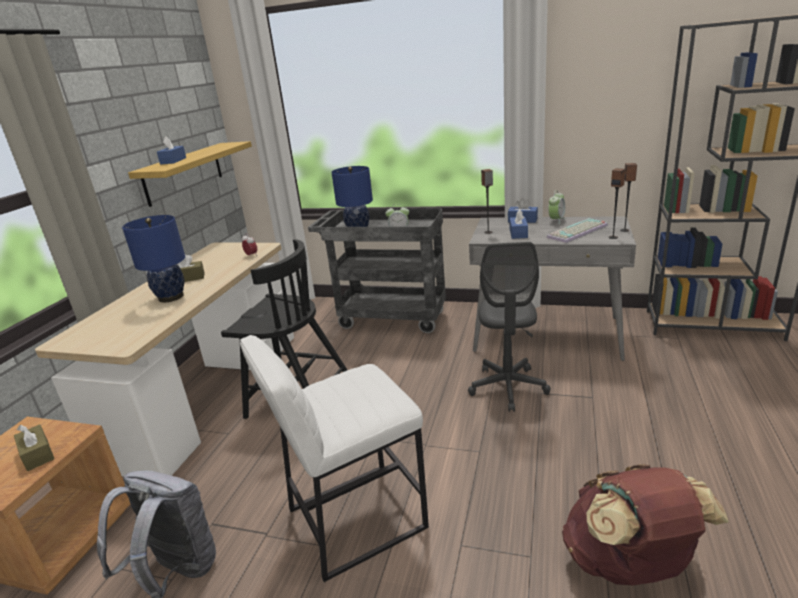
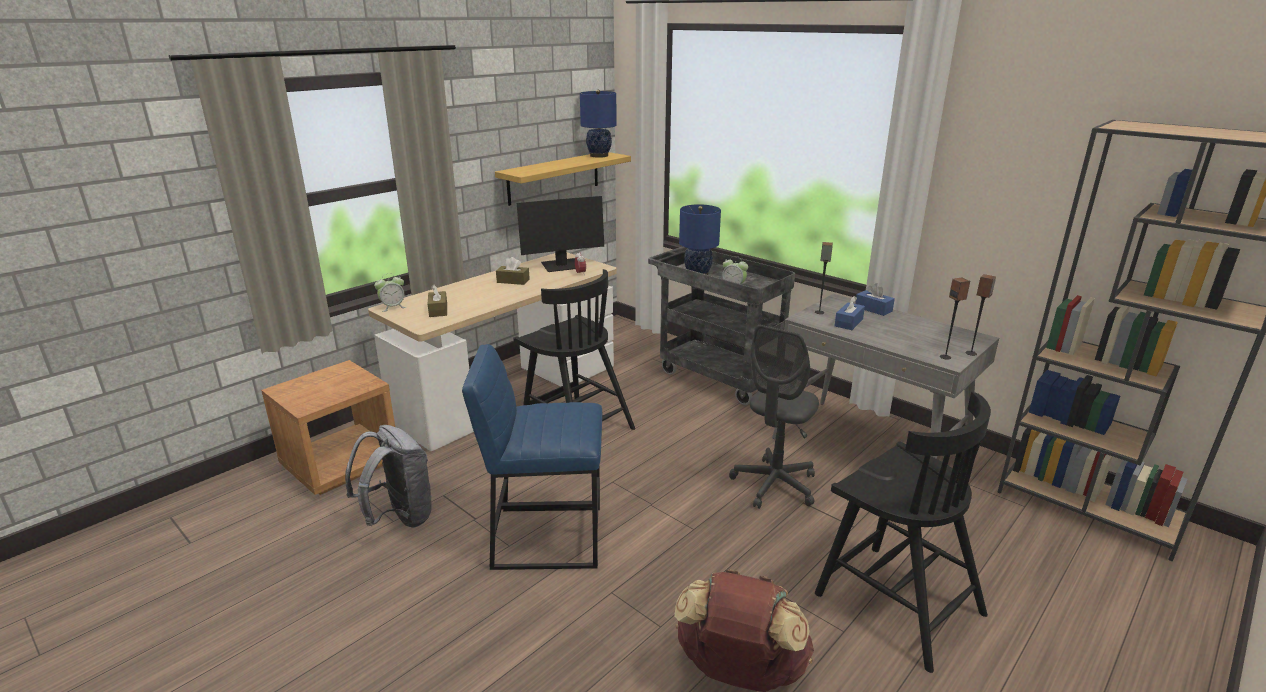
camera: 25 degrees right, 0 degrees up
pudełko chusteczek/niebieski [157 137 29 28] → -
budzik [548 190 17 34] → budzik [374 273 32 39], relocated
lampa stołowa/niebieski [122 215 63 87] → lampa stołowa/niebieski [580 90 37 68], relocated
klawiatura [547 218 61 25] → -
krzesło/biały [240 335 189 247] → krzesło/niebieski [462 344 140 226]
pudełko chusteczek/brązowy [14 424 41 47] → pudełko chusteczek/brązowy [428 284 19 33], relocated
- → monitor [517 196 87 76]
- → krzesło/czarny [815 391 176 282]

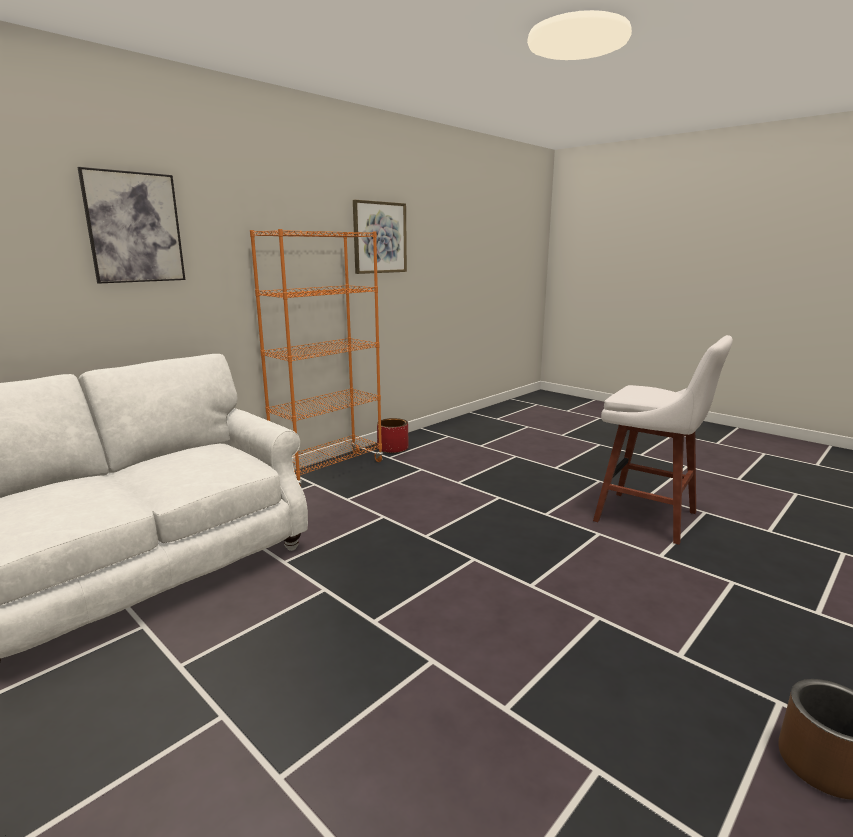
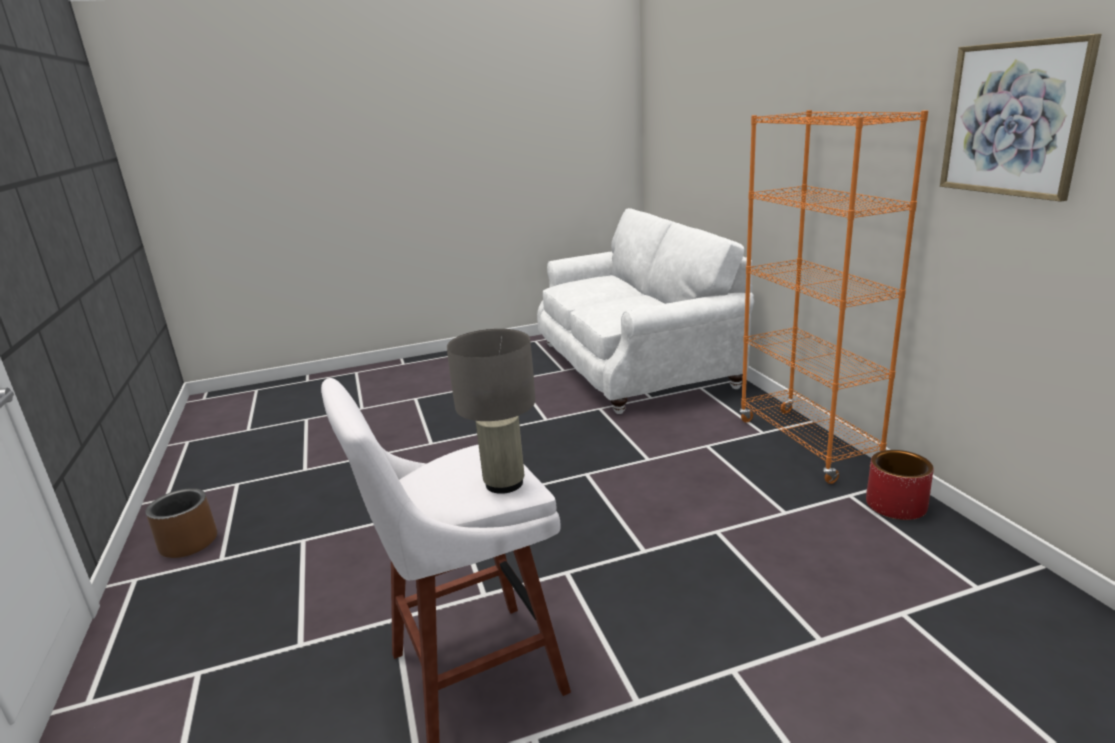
camera: 120 degrees right, 5 degrees up
obraz [77 167 108 116] → -
- → lampa stołowa/szary [447 329 88 165]

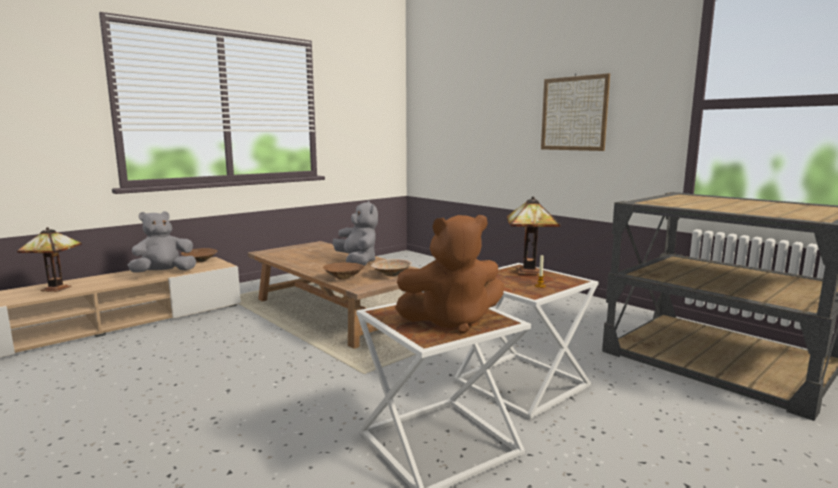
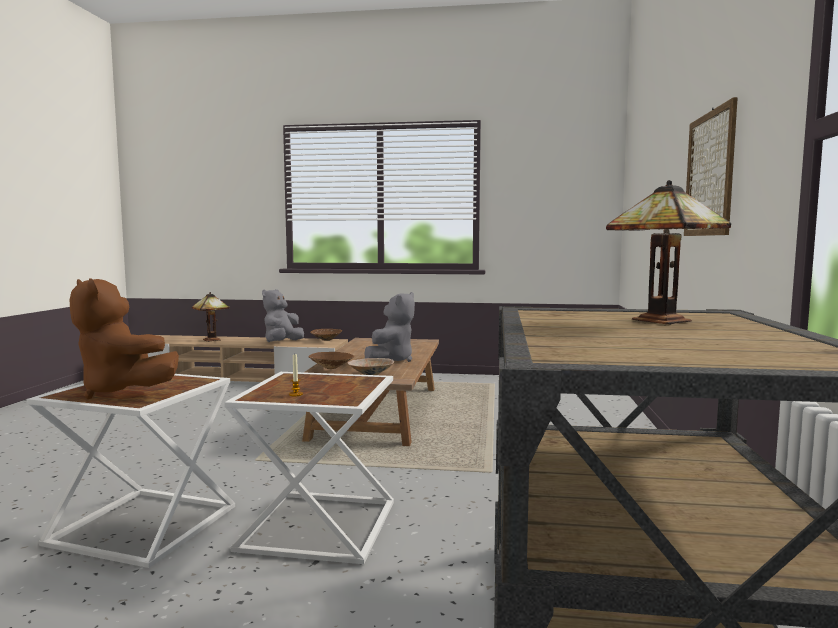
camera: 50 degrees right, 5 degrees down
lampa stołowa [507 196 54 79] → lampa stołowa [606 180 125 145], relocated
pluszak/szary [128 211 68 62] → pluszak/szary [262 289 42 53], 75 degrees counterclockwise

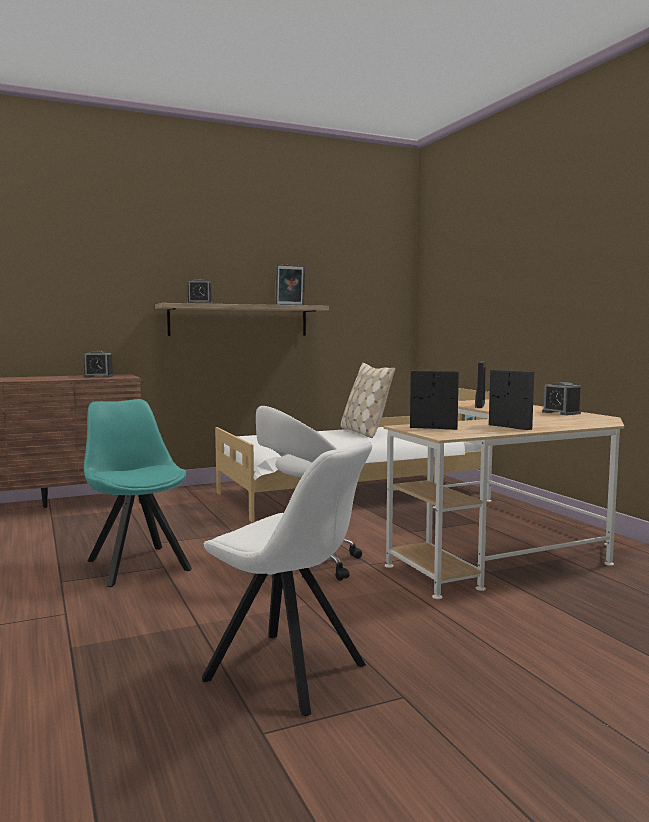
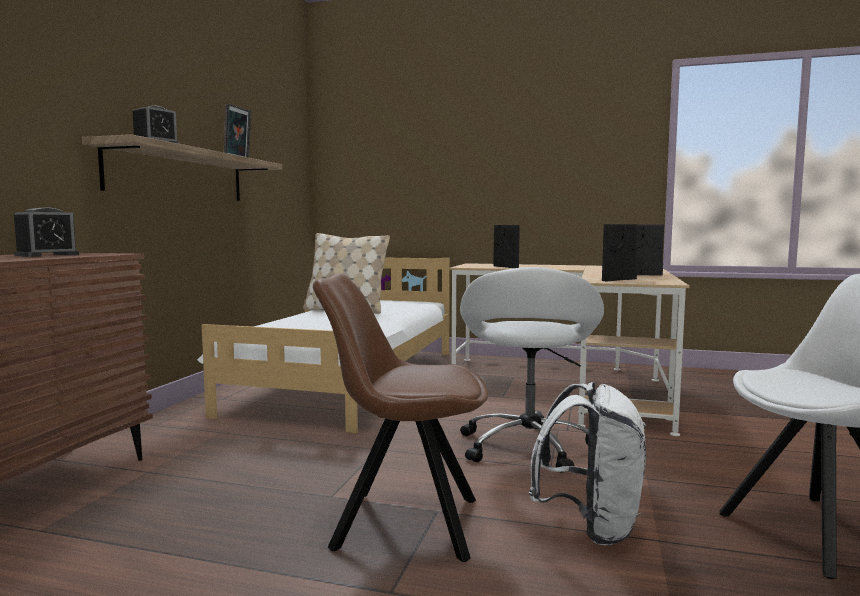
camera: 50 degrees left, 0 degrees up
budzik [542 382 39 33] → -
krzesło/turkusowy [84 399 108 188] → krzesło/brązowy [313 273 175 289]
- → plecak/biały [529 382 117 163]

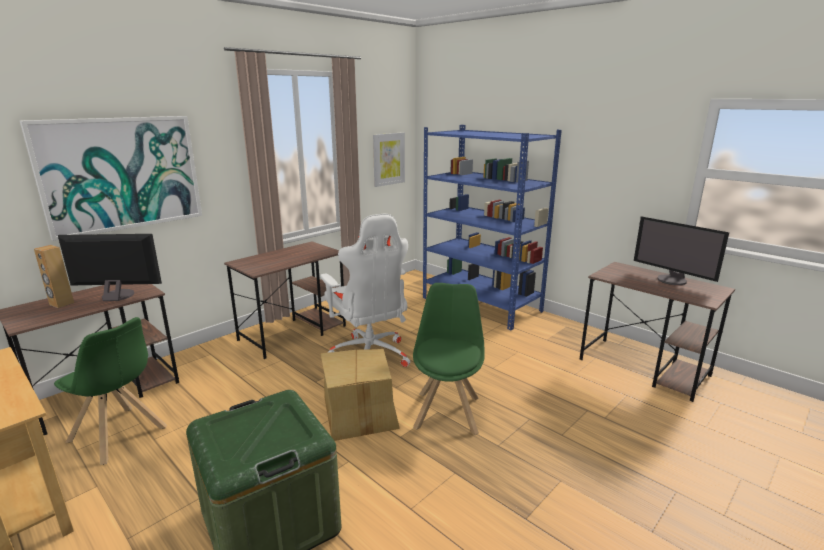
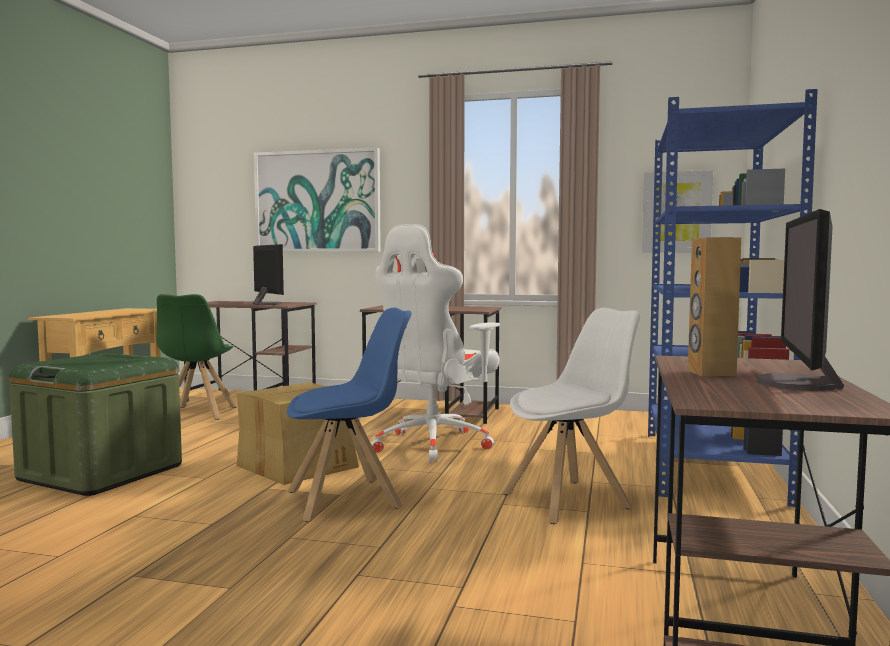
camera: 60 degrees right, 15 degrees down
głośnik/brązowy [34 245 40 63] → głośnik/brązowy [688 237 53 139], relocated
krzesło/zielony [413 283 72 152] → krzesło/niebieski [287 307 125 215]
- → krzesło/biały [502 308 138 216]

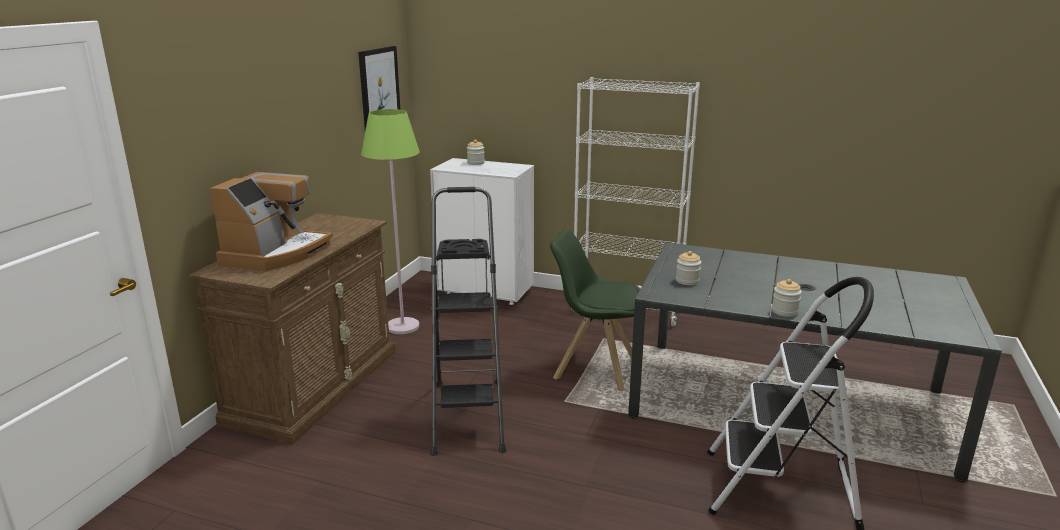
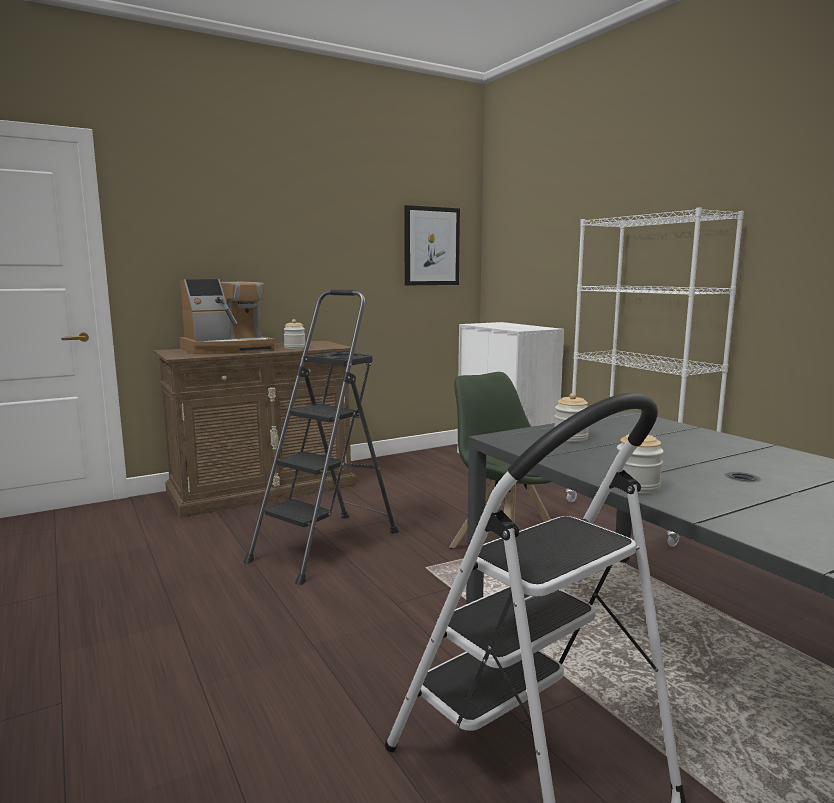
camera: 40 degrees right, 10 degrees down
lampa stojąca/zielony [361 109 59 225] → -
słoik [467 140 18 25] → słoik [283 319 22 30], relocated

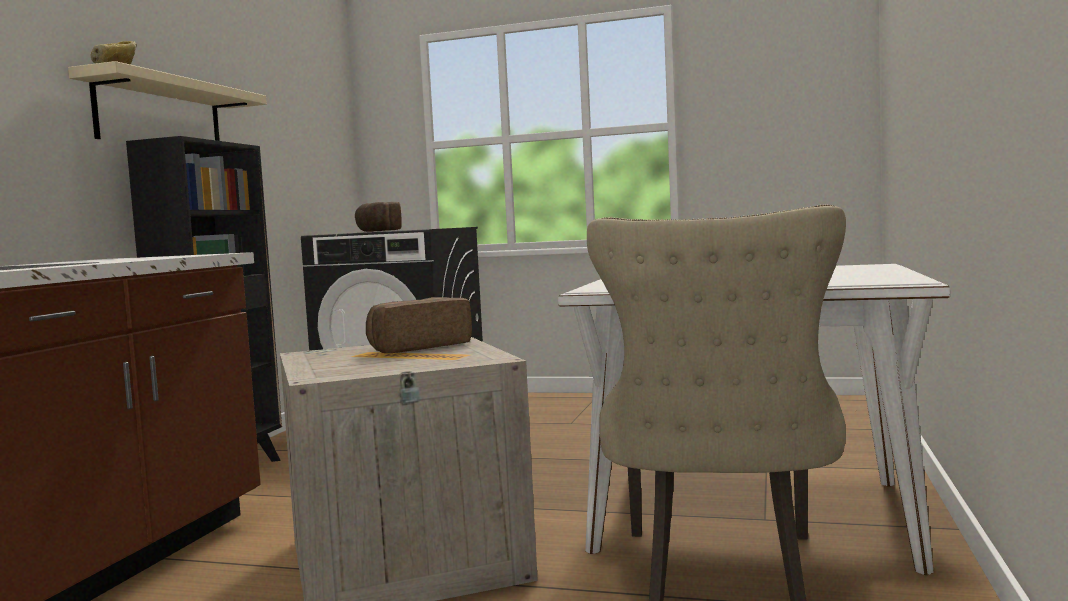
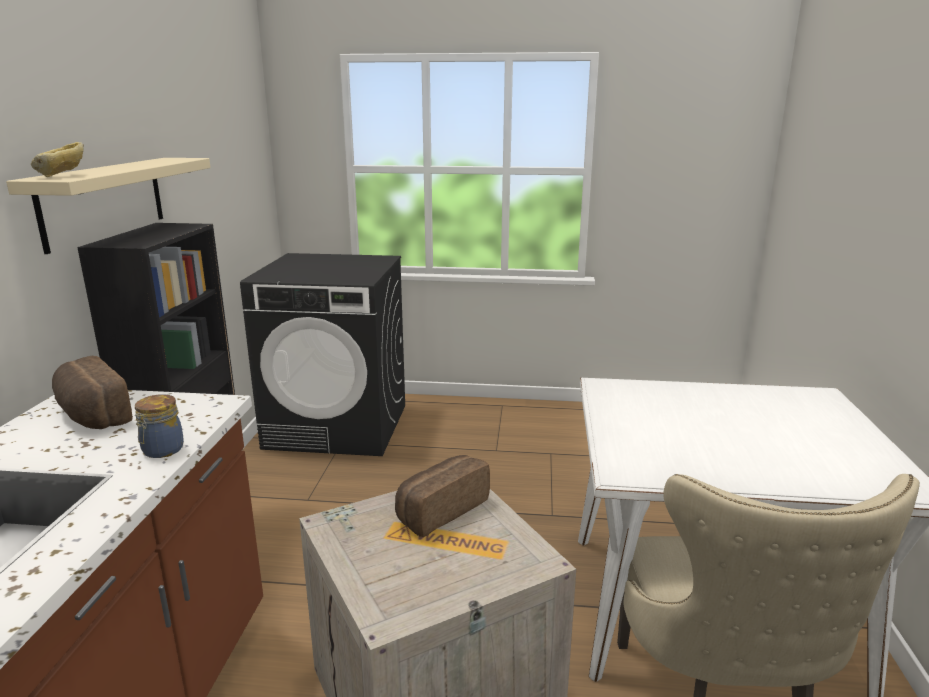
camera: 10 degrees left, 15 degrees up
chleb [355 202 47 30] → chleb [52 356 81 73], relocated
- → słoik [135 394 49 64]

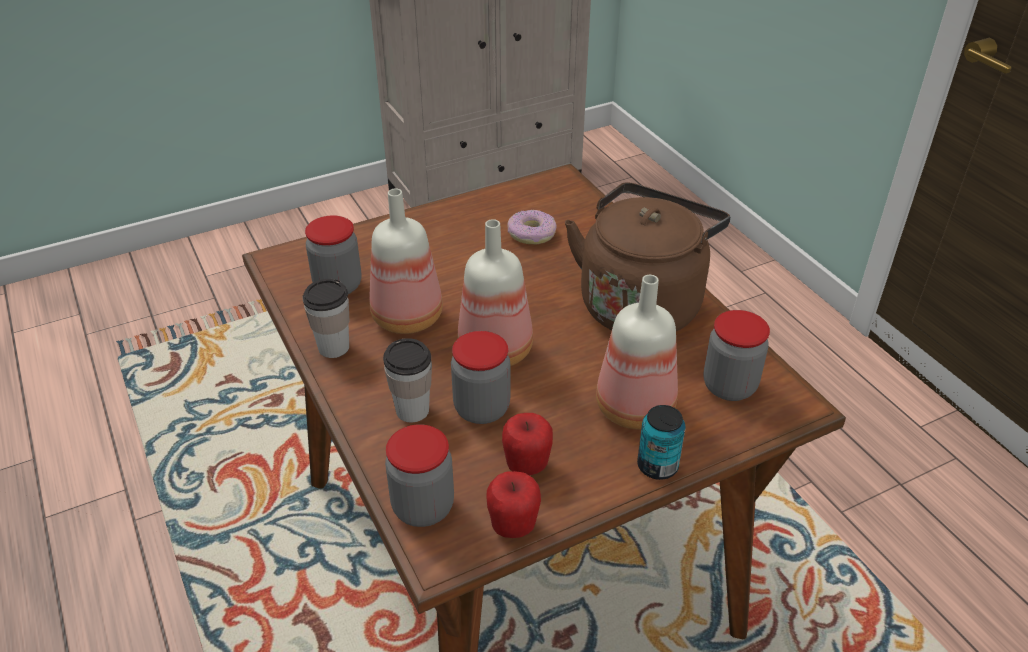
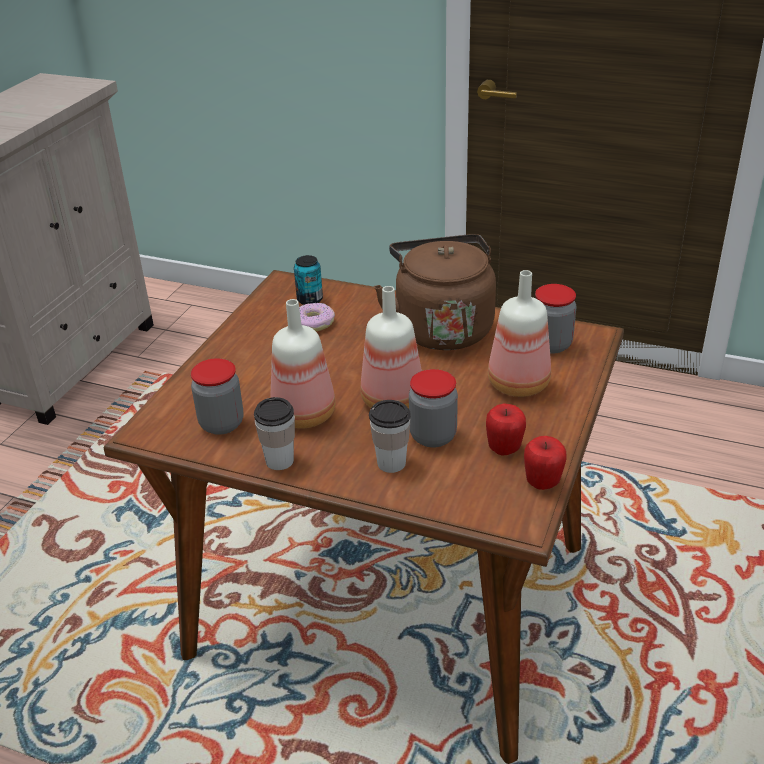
camera: 40 degrees left, 5 degrees down
puszka [637 405 49 75] → puszka [294 255 29 50], relocated
słoik [385 424 69 103] → -

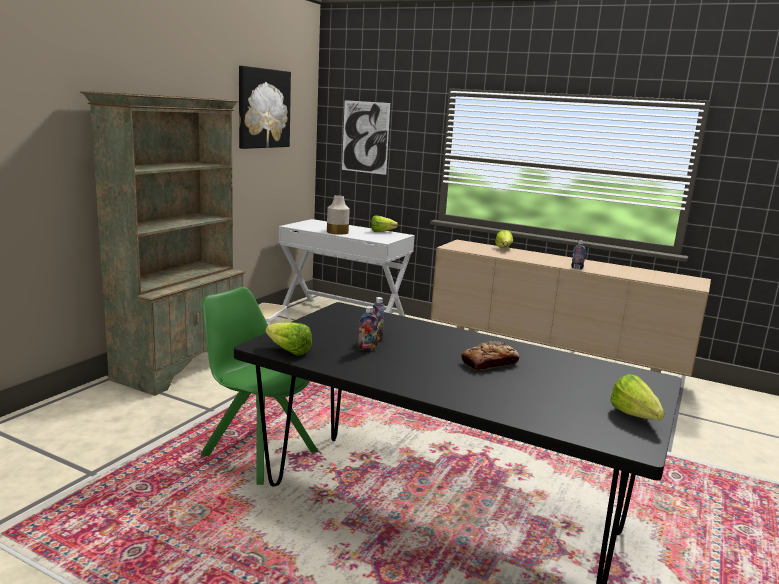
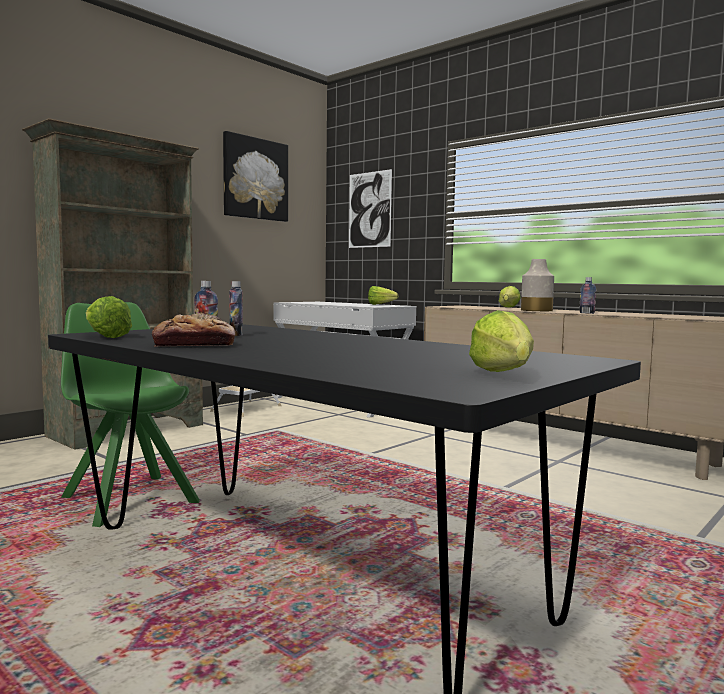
camera: 15 degrees right, 10 degrees down
wazon/beżowy [327 195 23 39] → wazon/beżowy [521 259 33 52], relocated
chleb [461 341 59 30] → chleb [152 313 83 33], relocated

